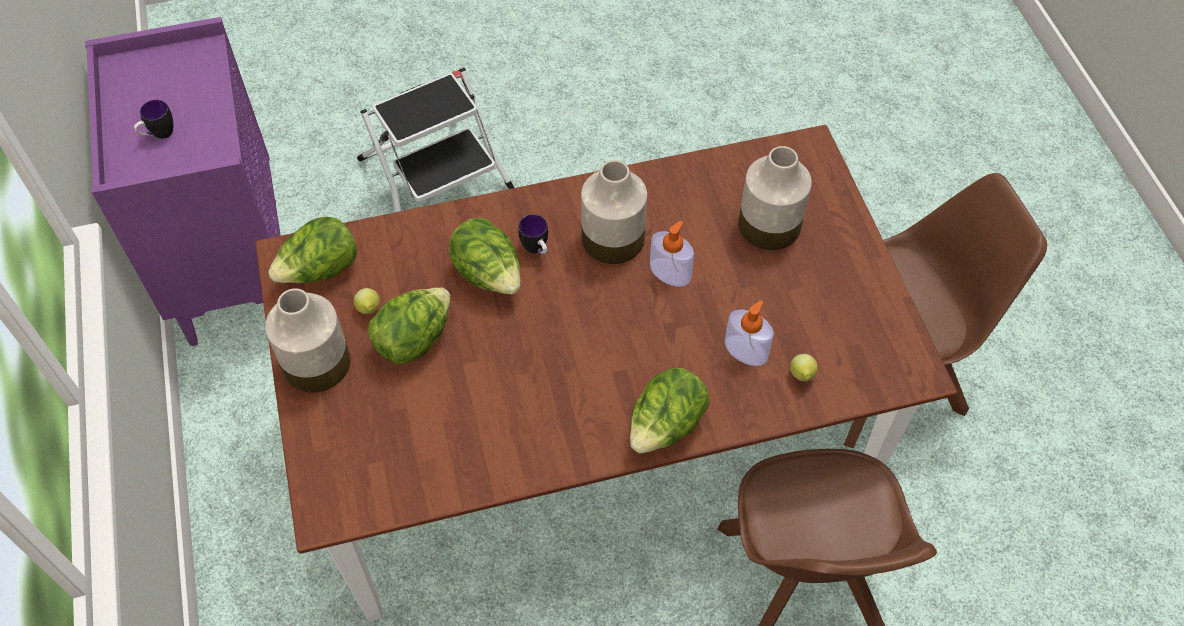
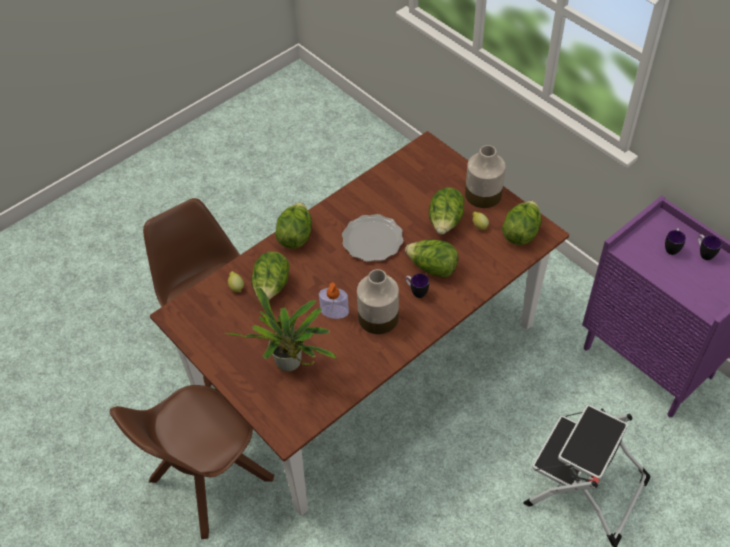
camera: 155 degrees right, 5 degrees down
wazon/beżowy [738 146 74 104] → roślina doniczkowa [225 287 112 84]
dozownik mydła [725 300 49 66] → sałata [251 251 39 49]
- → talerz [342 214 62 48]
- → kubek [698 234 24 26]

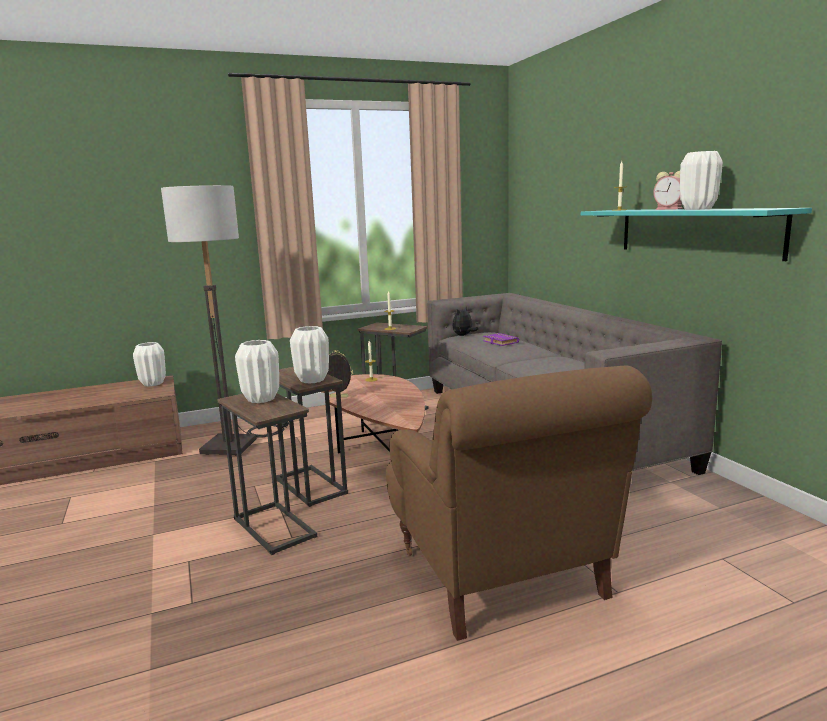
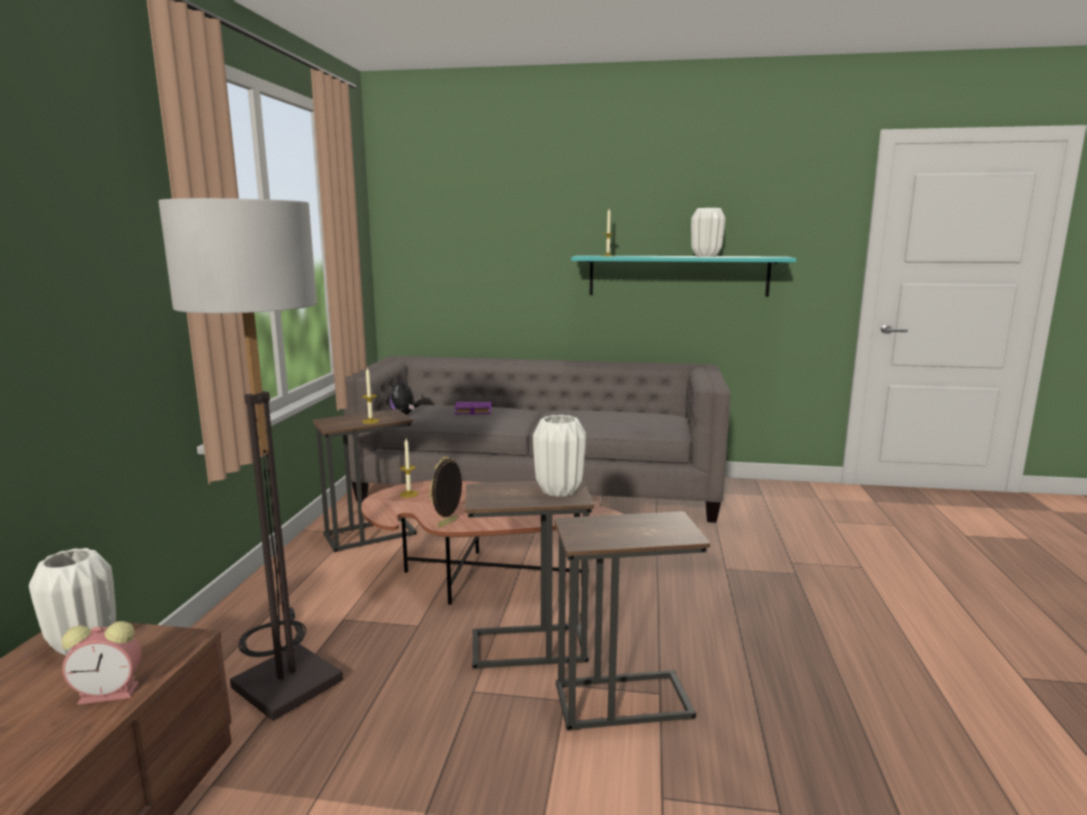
camera: 60 degrees left, 0 degrees up
budzik [653 171 30 39] → budzik [62 621 80 84], relocated
wazon/biały [235 340 44 63] → -
fotel/brązowy [386 366 266 275] → -

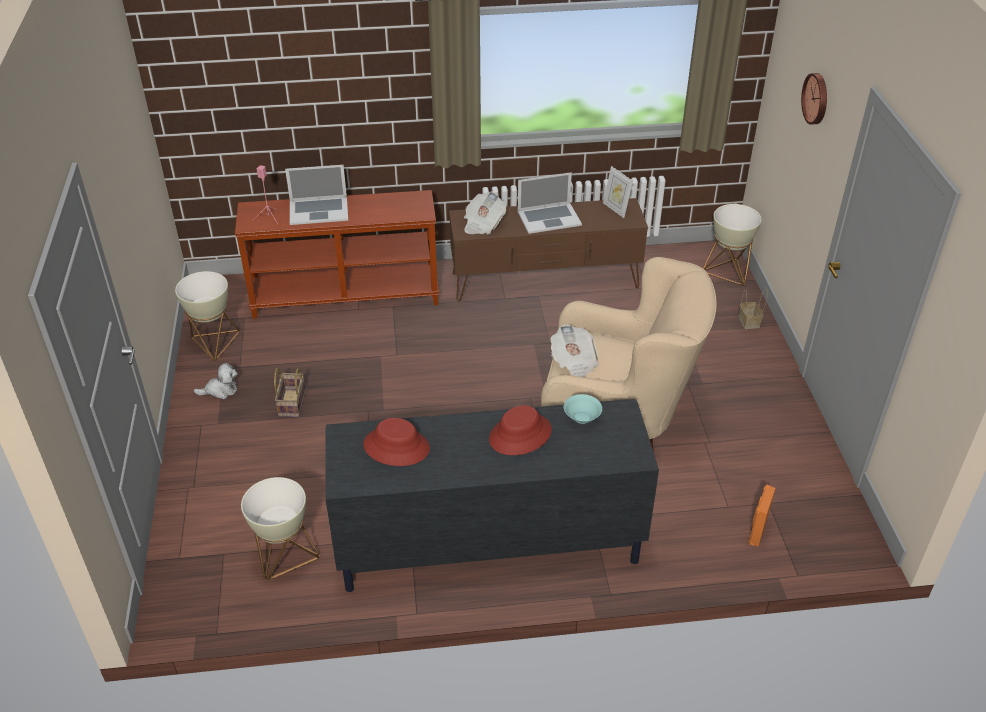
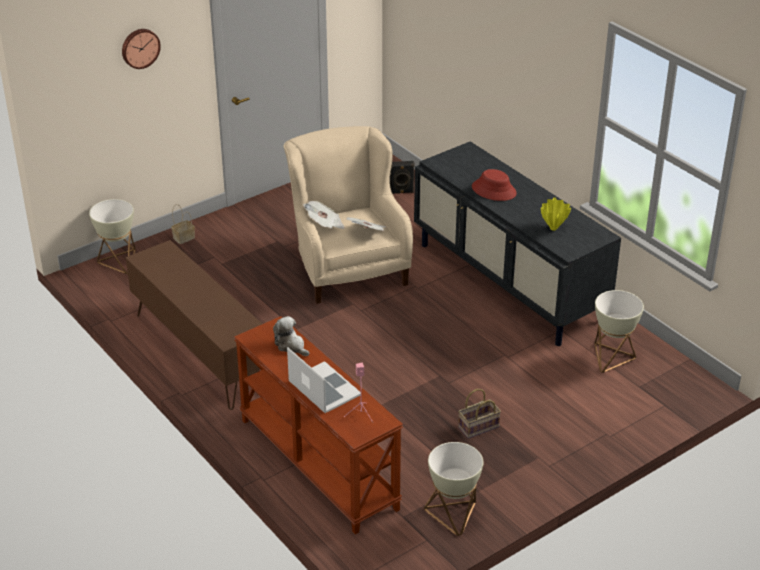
camera: 120 degrees left, 5 degrees down
ramka na zdjęcie [603 166 30 52] → -
laptop [518 172 64 62] → -
gazeta [464 192 42 42] → gazeta [303 201 42 28], relocated
pluszak [194 363 44 36] → pluszak [273 316 36 40], relocated
miska/turkusowy [564 394 38 30] → -
kapelusz/czerwony [363 418 67 48] → wazon/żółty [541 197 30 34]
głośnik/pomarańczowy [749 485 26 61] → głośnik/czarny [390 161 25 33]

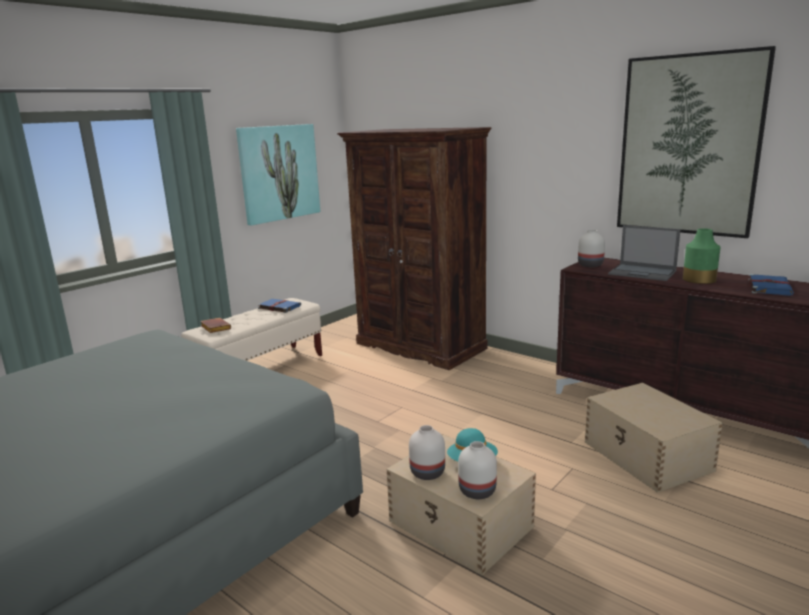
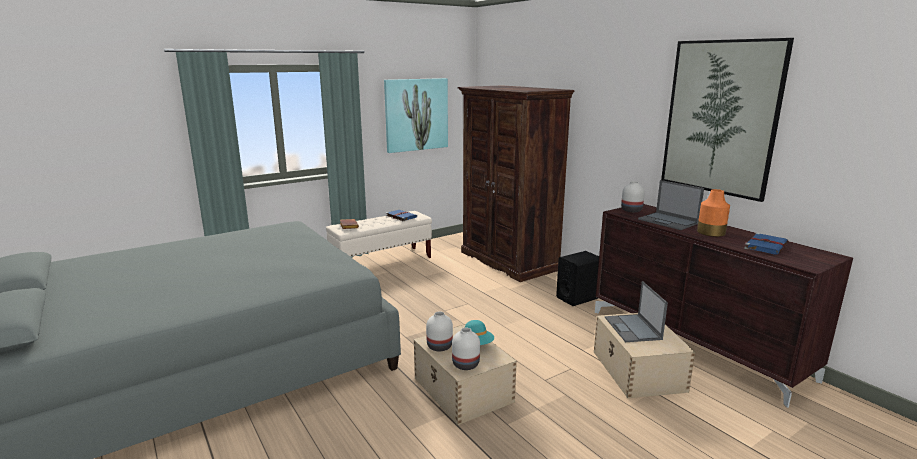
camera: 15 degrees right, 0 degrees up
wazon/zielony [683 228 37 56] → wazon/pomarańczowy [697 189 33 48]
- → głośnik/czarny [556 251 43 55]
- → laptop [605 281 63 61]

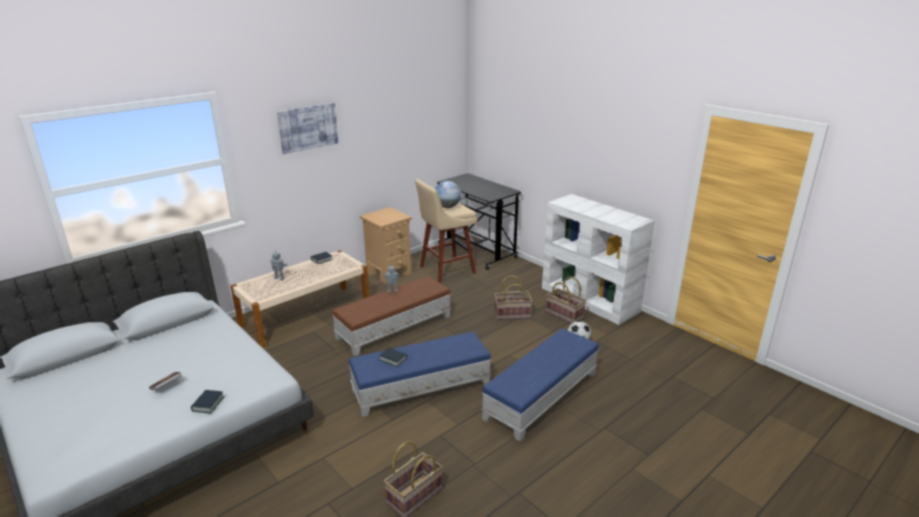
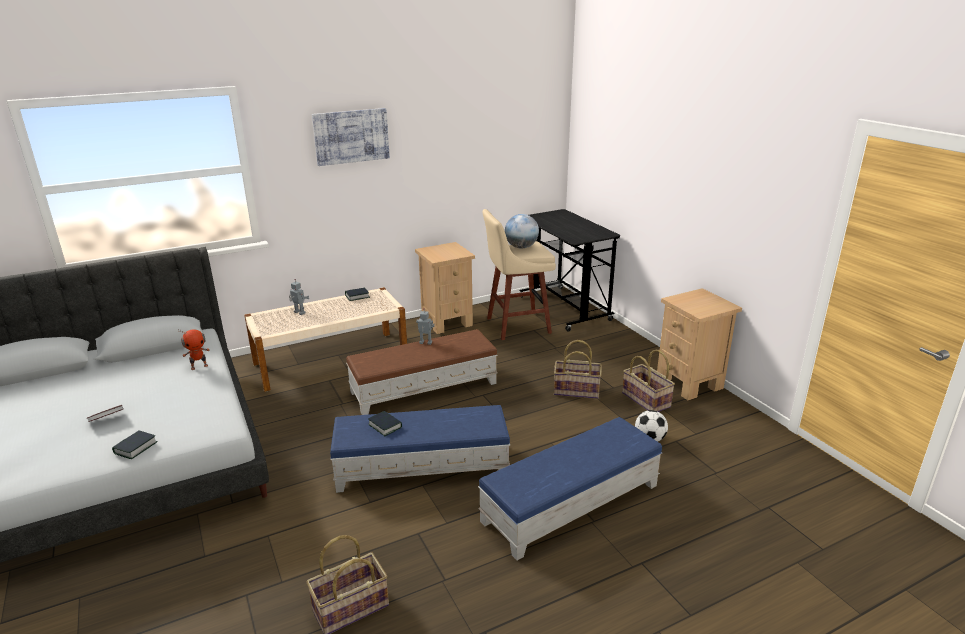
camera: 15 degrees right, 0 degrees up
regał/biały [542 194 113 131] → szafka nocna/beżowy [657 288 85 112]
- → robot zabawkowy [178 329 32 41]

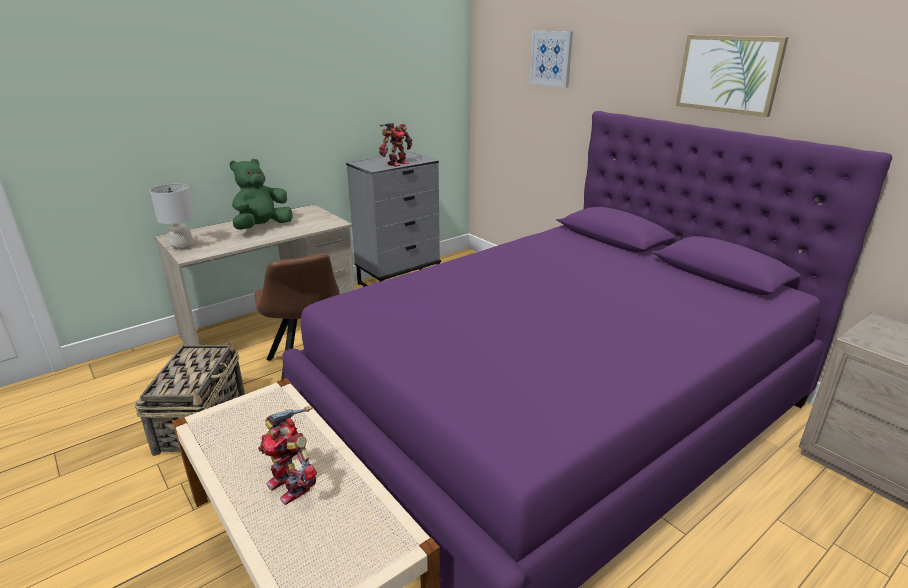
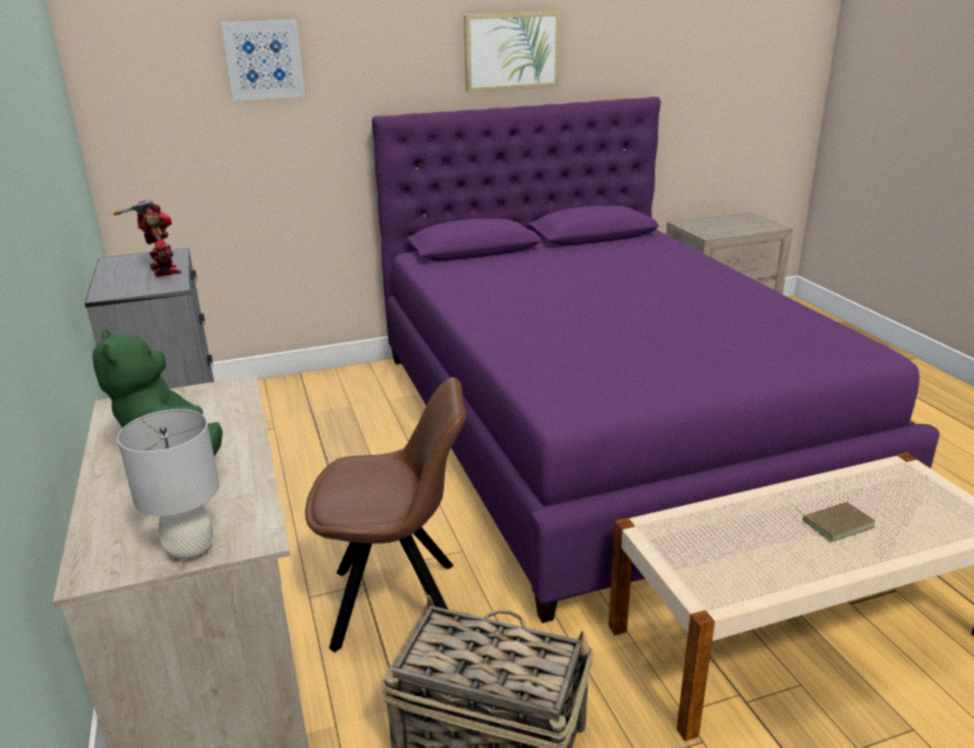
camera: 70 degrees left, 0 degrees up
robot zabawkowy [258 406 59 99] → książka/brązowy [796 502 79 40]

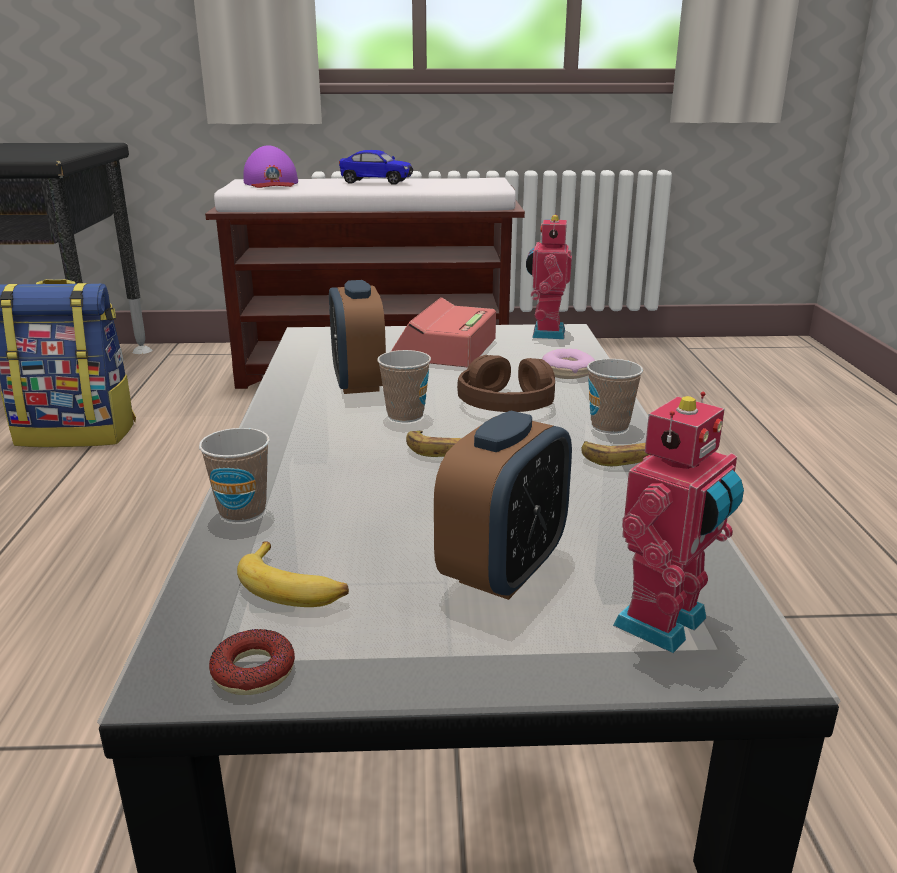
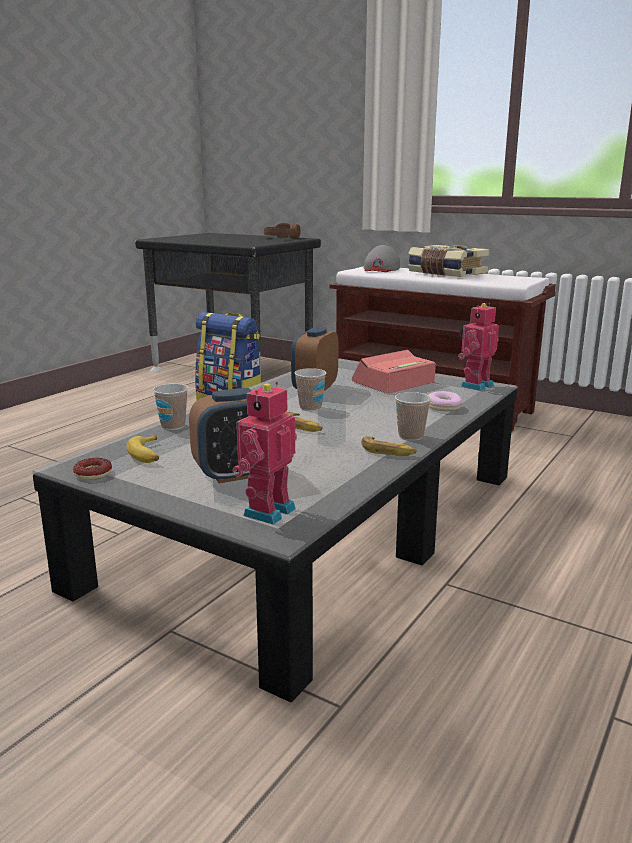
camera: 35 degrees right, 5 degrees down
czapka z daszkiem/fioletowy [244 145 54 43] → czapka z daszkiem/szary [364 245 36 27]
samochodzik [339 150 74 35] → książka [408 245 82 32]
słuchawki/brązowy [457 355 98 57] → słuchawki/brązowy [264 223 36 16], relocated
robot zabawkowy [613 392 131 261] → robot zabawkowy [232 382 65 143], 135 degrees clockwise

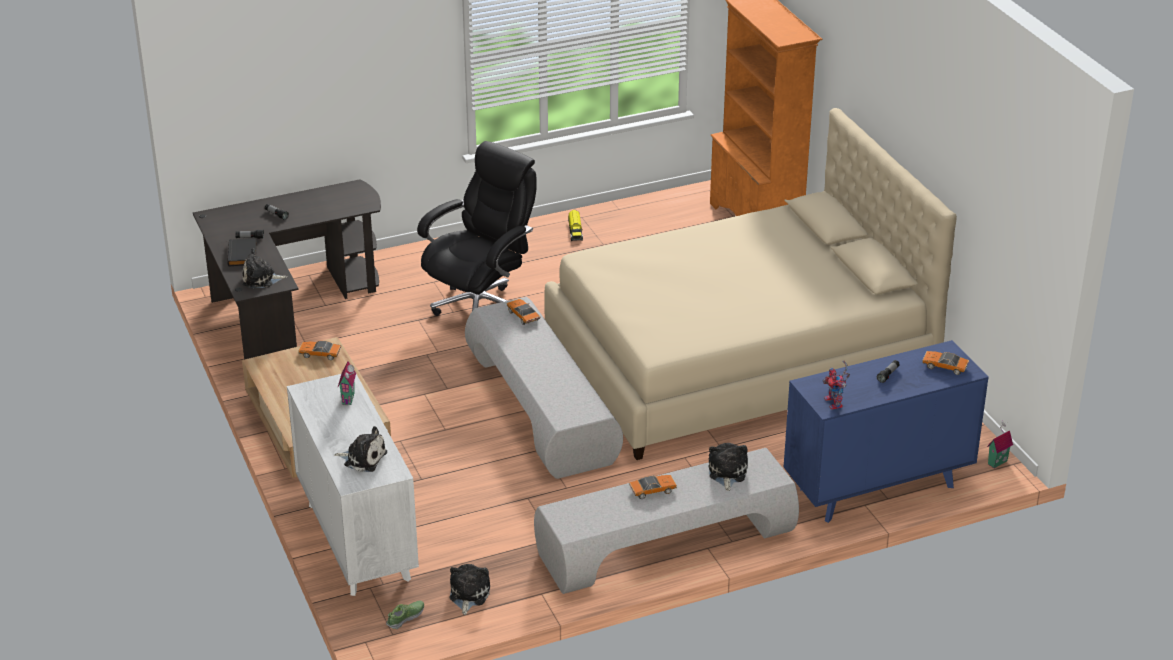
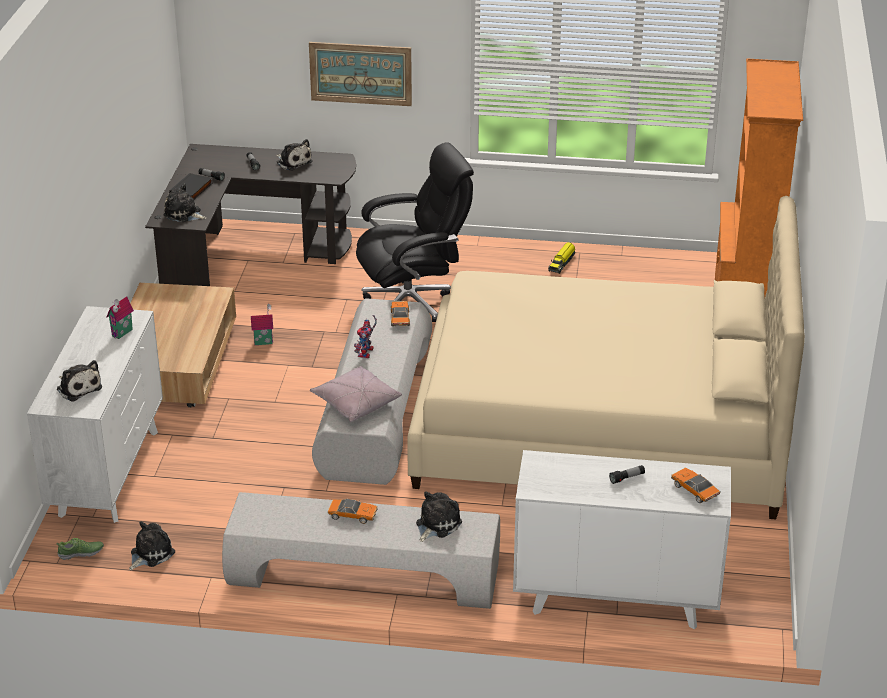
camera: 30 degrees right, 0 degrees up
komoda/niebieski [783 340 206 183] → komoda/biały [513 450 218 179]
samochodzik [298 341 43 19] → -
robot zabawkowy [823 361 27 49] → robot zabawkowy [354 315 23 43], relocated
domek [987 421 26 47] → domek [251 304 22 41], relocated
- → obraz [309 42 103 64]
- → pluszak [276 139 37 32]
- → poduszka/fioletowy [310 366 92 56]

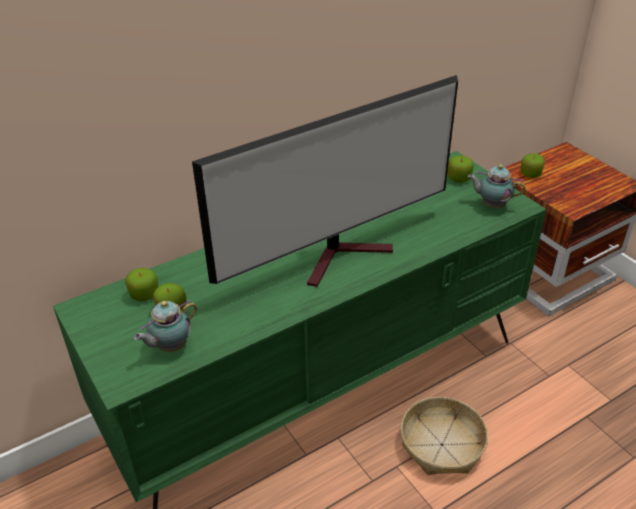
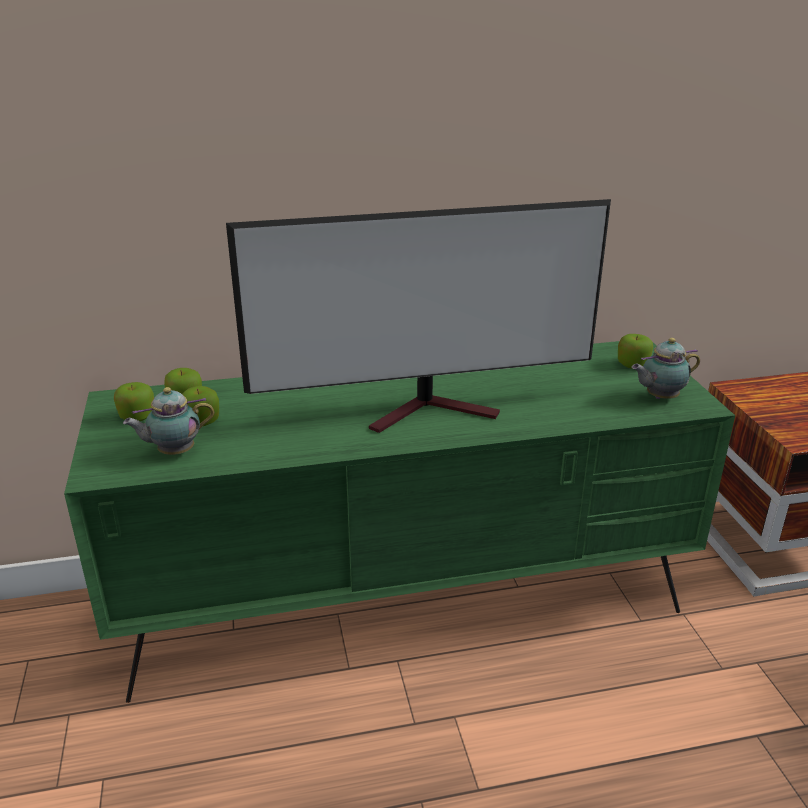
camera: 20 degrees right, 10 degrees down
jabłko [520 153 24 25] → jabłko [114 382 40 39], relocated
imbryk [468 164 58 44] → imbryk [632 338 68 61], 60 degrees counterclockwise
koszyk [401 397 87 78] → -

